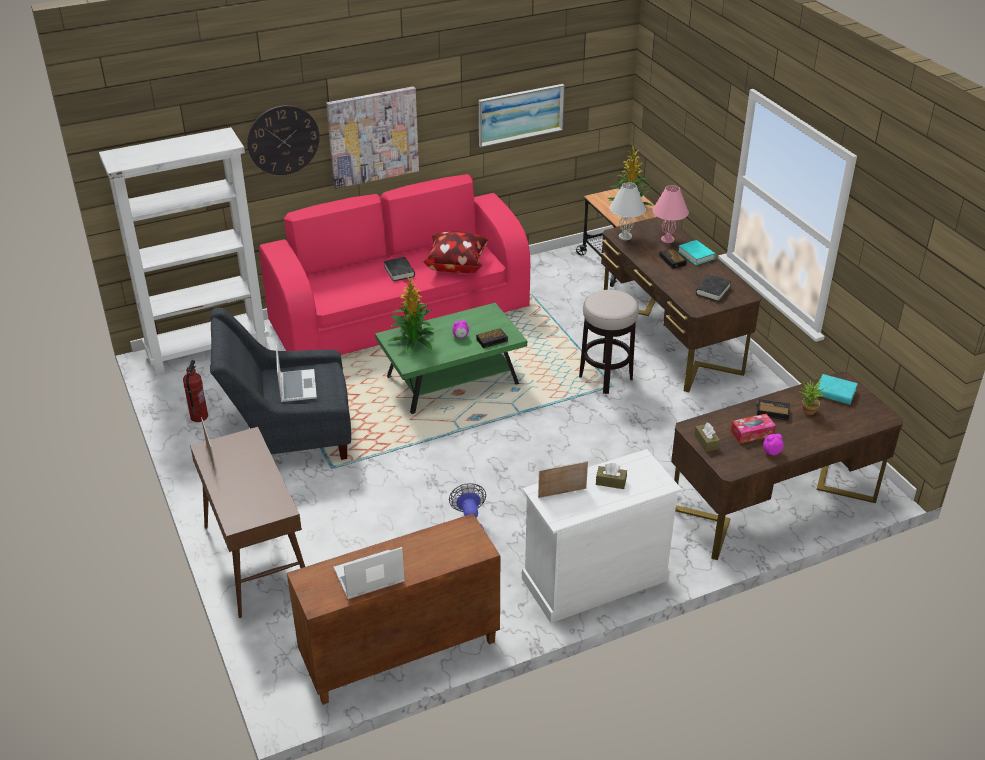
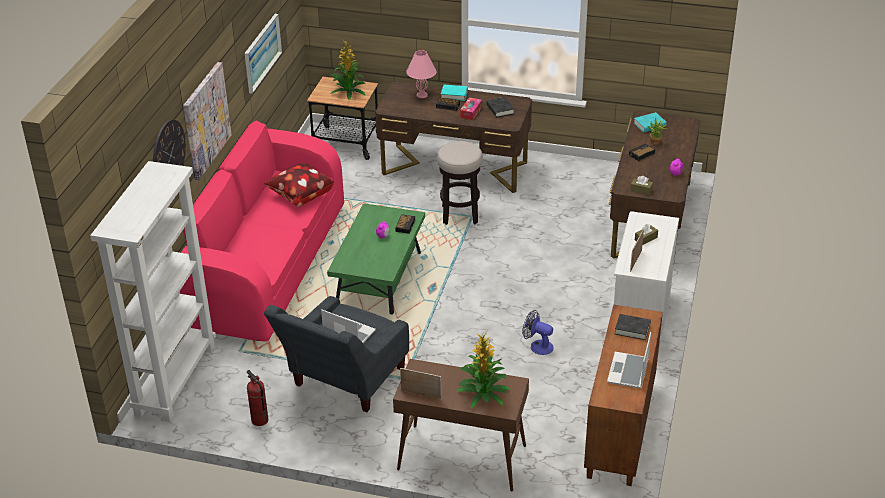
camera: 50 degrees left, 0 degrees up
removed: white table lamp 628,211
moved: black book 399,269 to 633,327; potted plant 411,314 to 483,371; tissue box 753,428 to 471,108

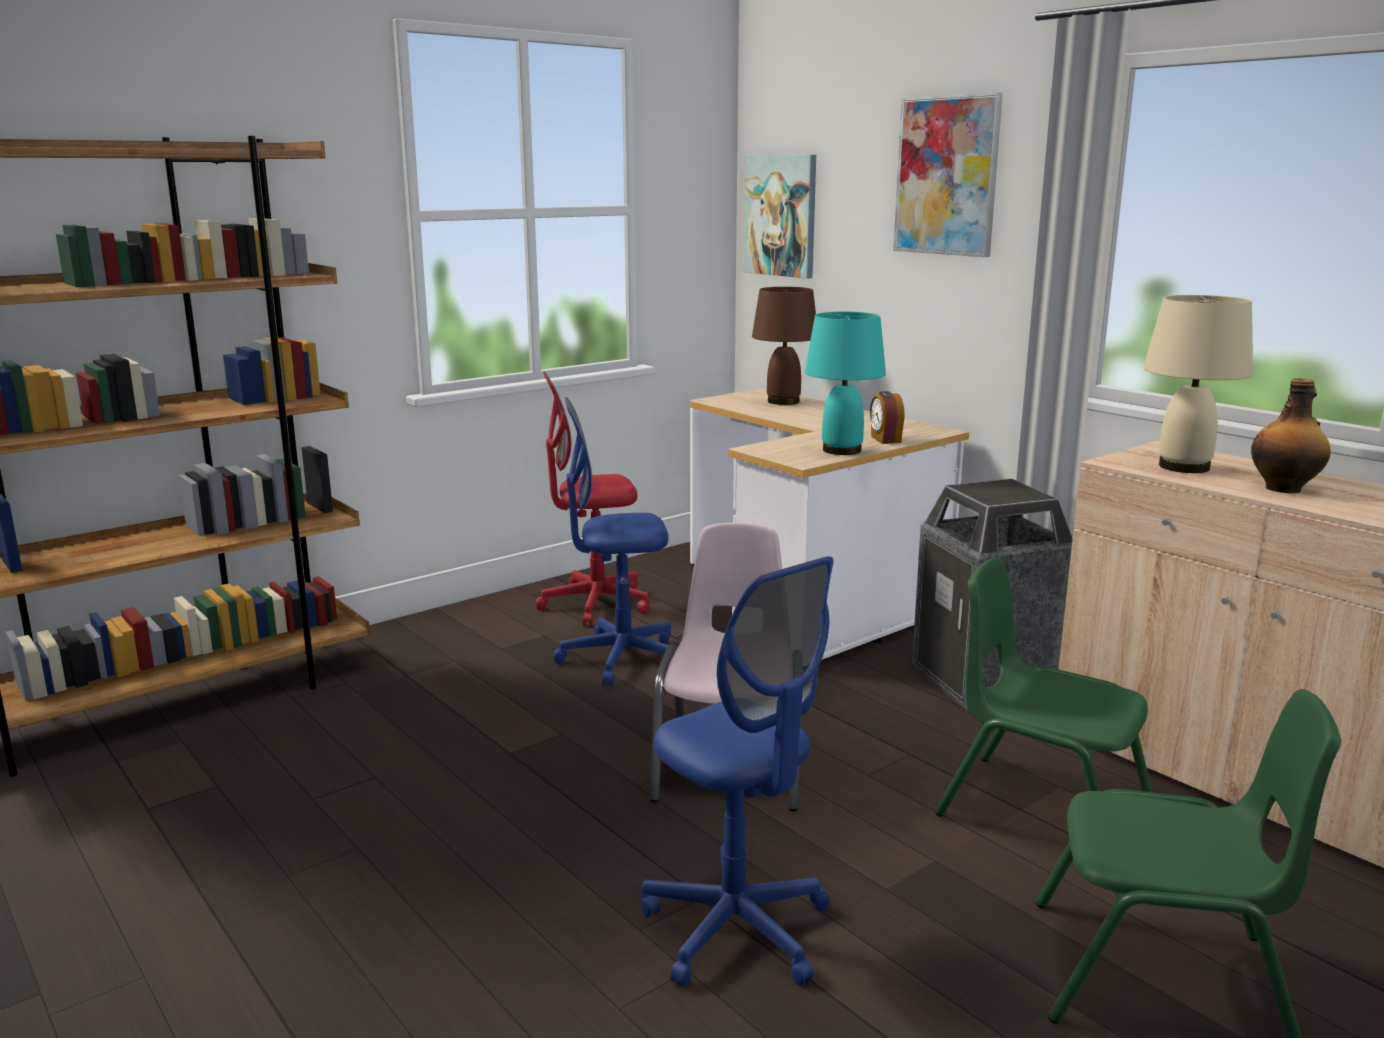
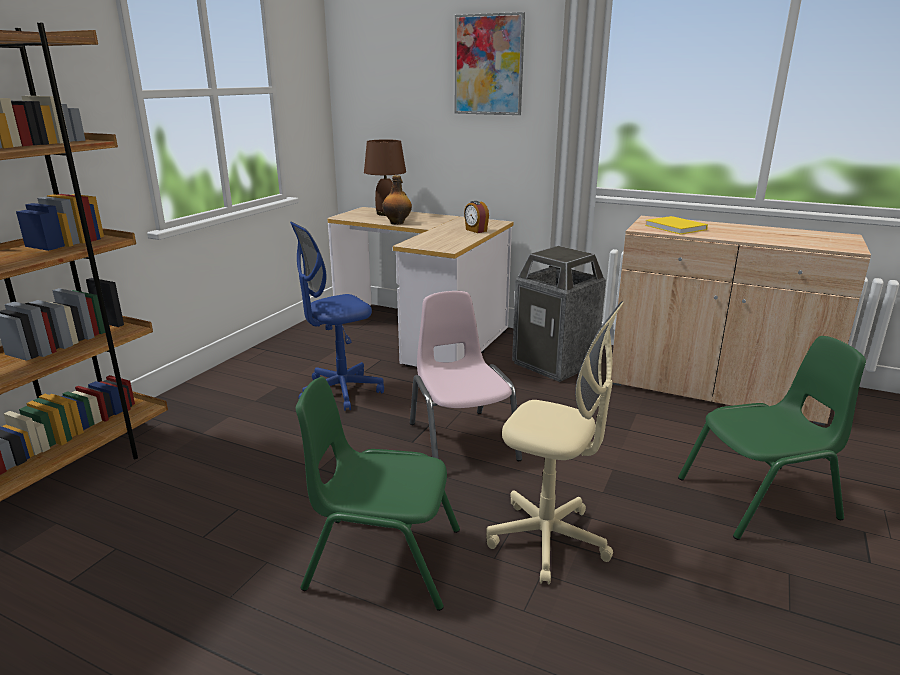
camera: 25 degrees left, 5 degrees up
removed: red office chair 592,498; picture 779,217; turquoise table lamp 845,383
moved: green chair 1044,687 to 378,494; bottle 1291,435 to 397,199
replaced: beige table lamp 1198,384 to yellow book 676,225
recoloured: blue office chair 737,771 to beige office chair 555,442

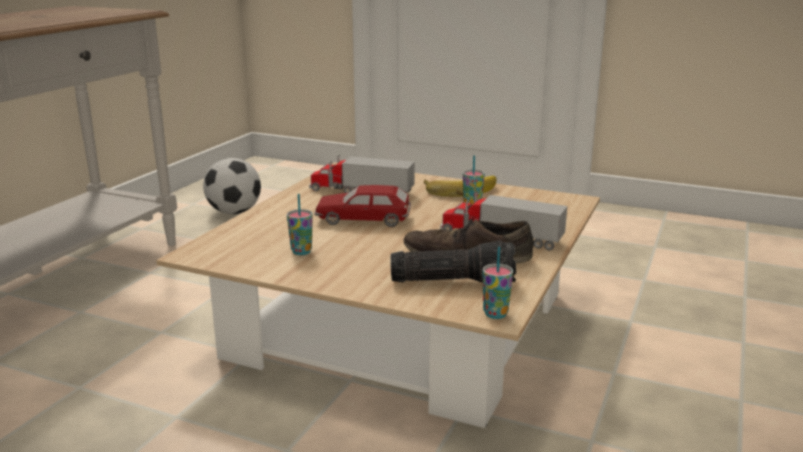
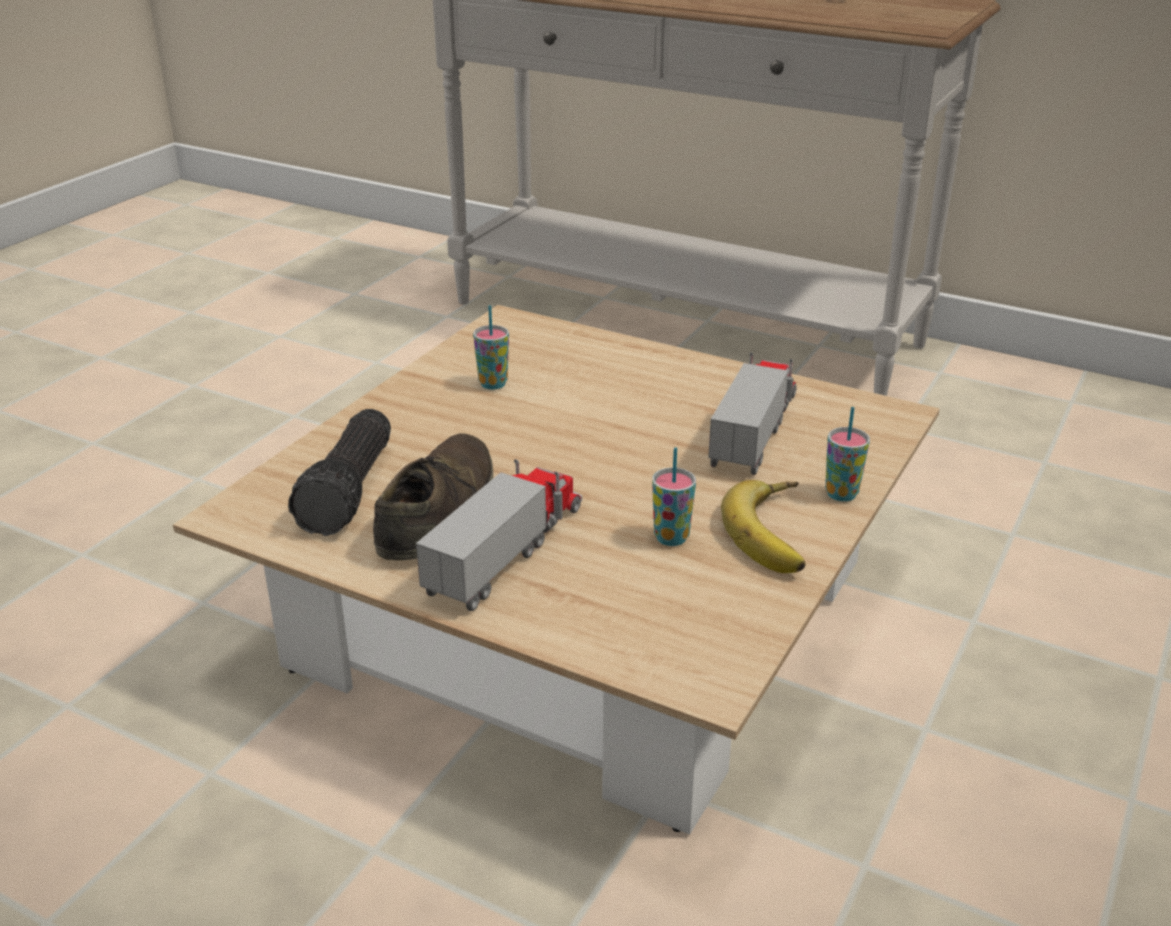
camera: 95 degrees right, 10 degrees up
removed: football 232,186; toy car 362,206
moved: cup 497,282 to 847,454

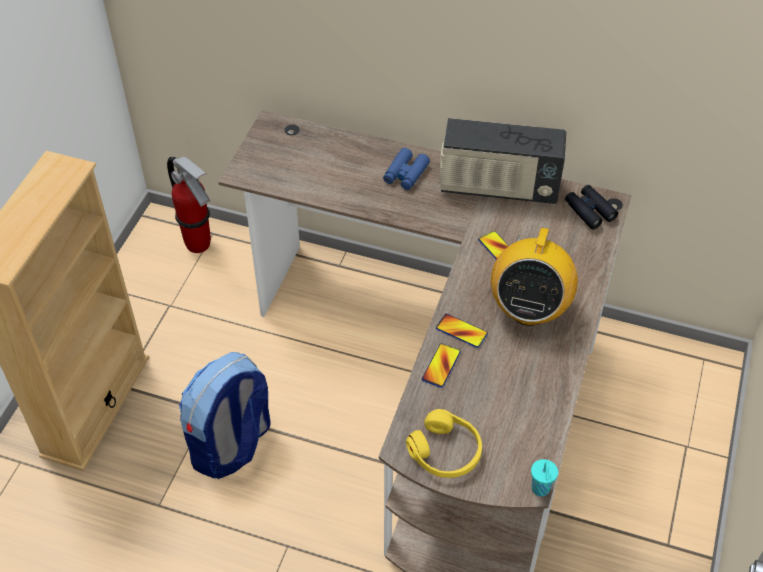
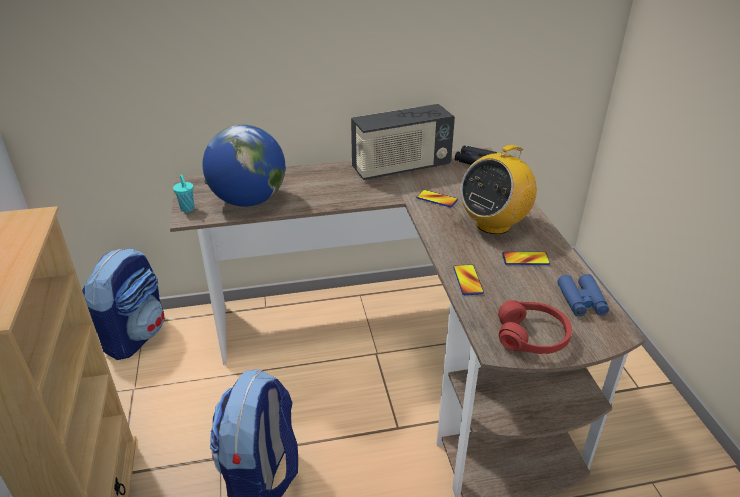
camera: 30 degrees left, 15 degrees down
added: globe 244,166
moved: blue binoculars 406,169 to 583,295; phone 462,331 to 526,258; turquoise cup 544,478 to 183,193
replaced: fire extinguisher 189,205 to backpack 123,304
recoloured: yellow headphones 444,443 to red headphones 535,327
turned: radio 534,273 = 499,189 60 degrees clockwise

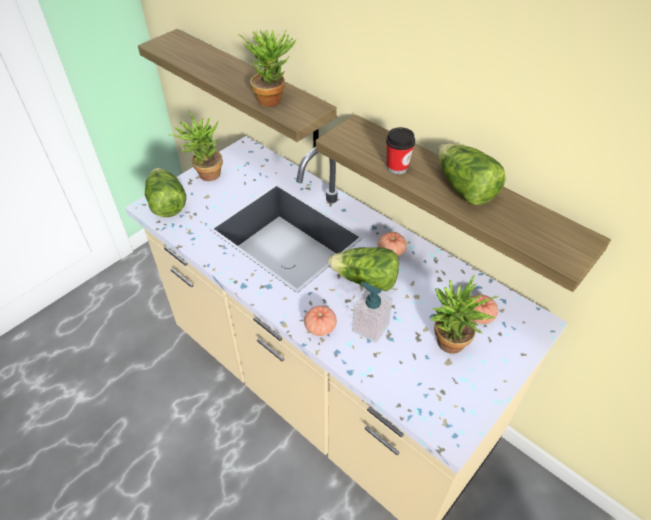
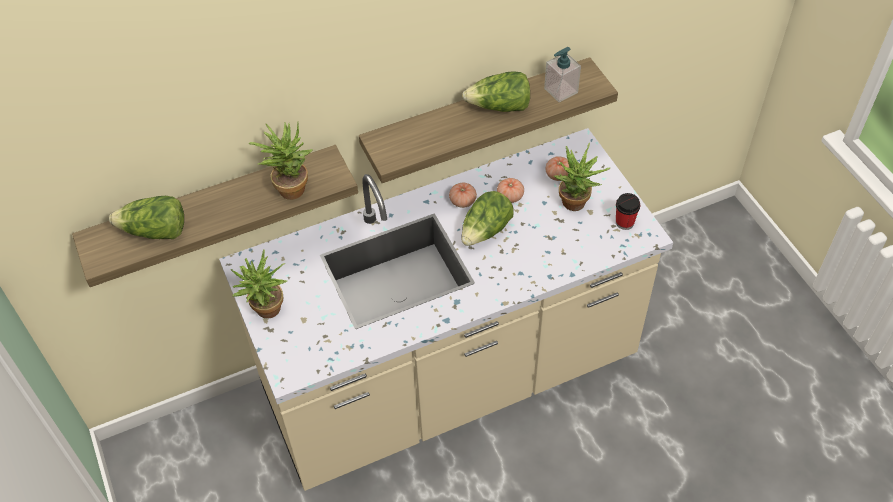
camera: 65 degrees left, 5 degrees up
moved: lettuce 165,192 to 146,217; tomato 320,321 to 510,190; soap dispenser 372,312 to 562,74; cup 400,150 to 628,211

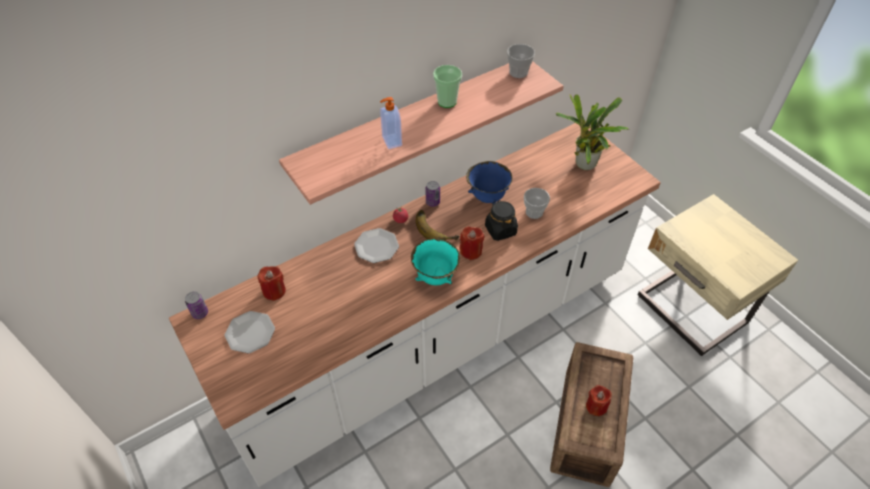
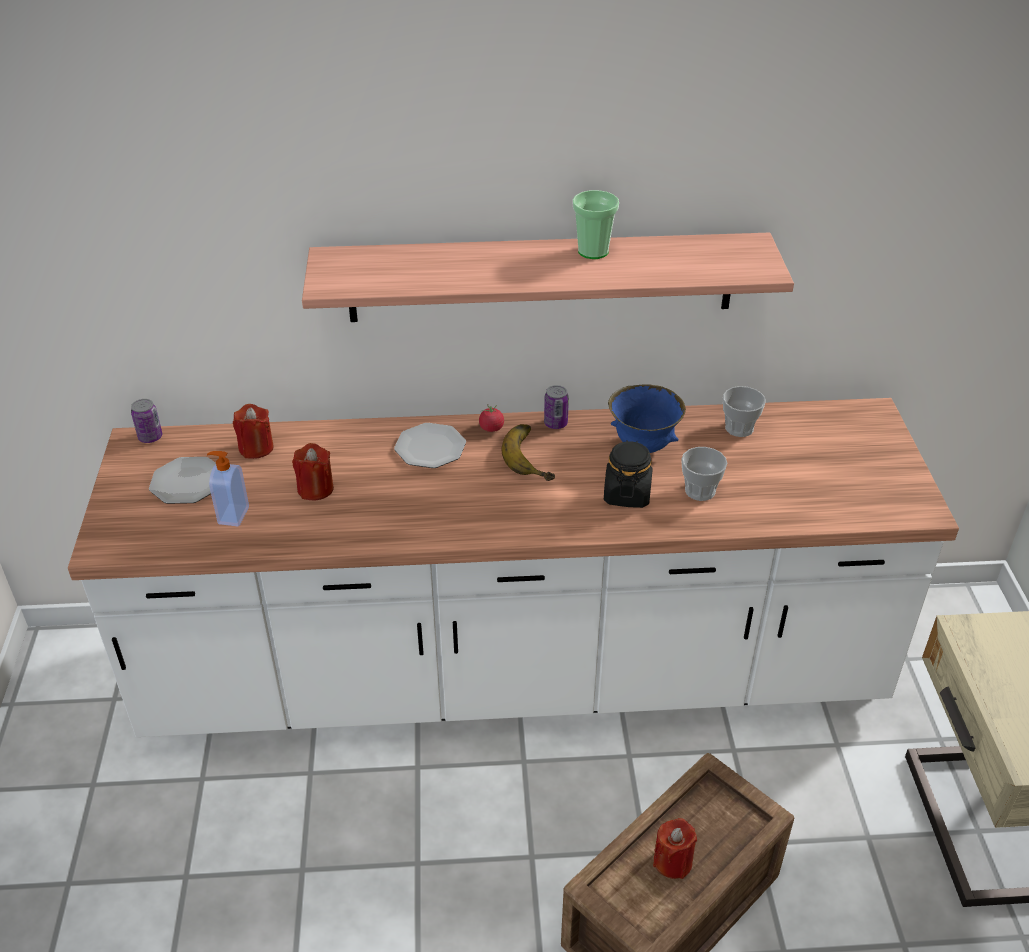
camera: 30 degrees right, 10 degrees down
removed: turquoise bowl 435,261; potted plant 592,132
moved: soap dispenser 391,123 to 228,489; red candle 471,243 to 313,472; cup 521,61 to 744,411

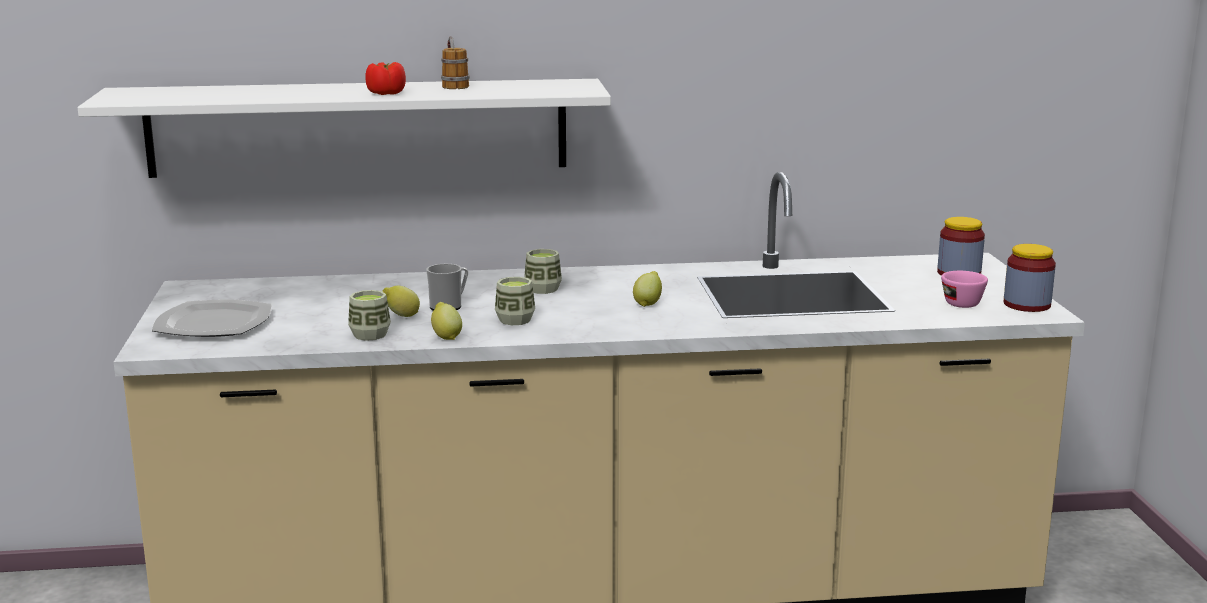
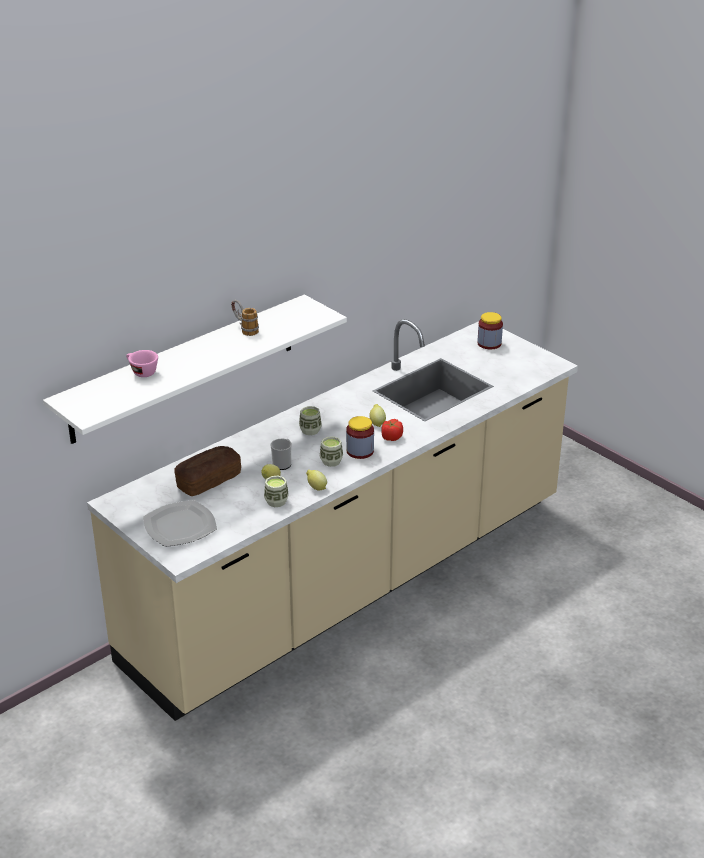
camera: 35 degrees left, 15 degrees up
added: bread 207,471
moved: tomato 385,78 to 392,430; pink cup 964,289 to 142,363; jar 1030,278 to 360,437

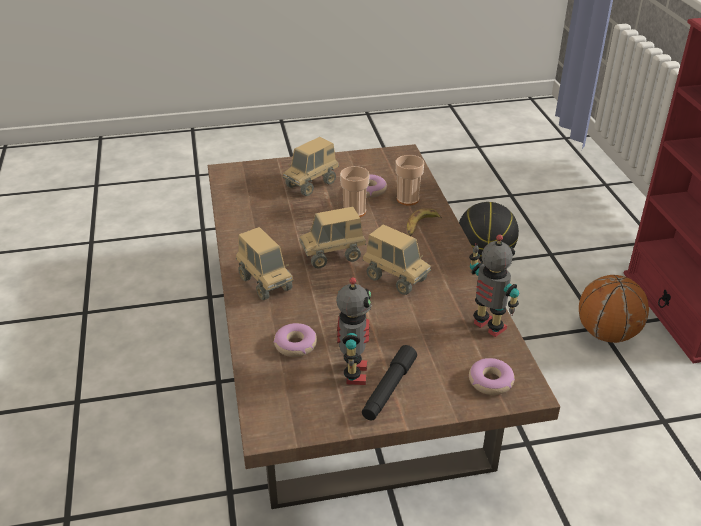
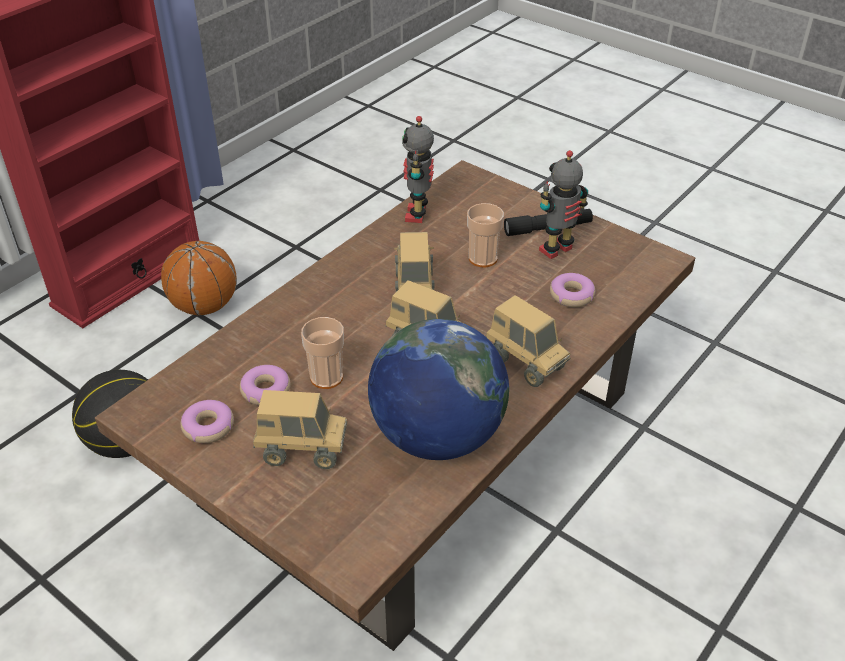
camera: 130 degrees left, 5 degrees up
removed: banana 424,222
added: globe 438,389
moved: cup 409,180 to 485,235; donut 492,376 to 207,421
turned: toy truck 265,263 = 528,341 120 degrees clockwise

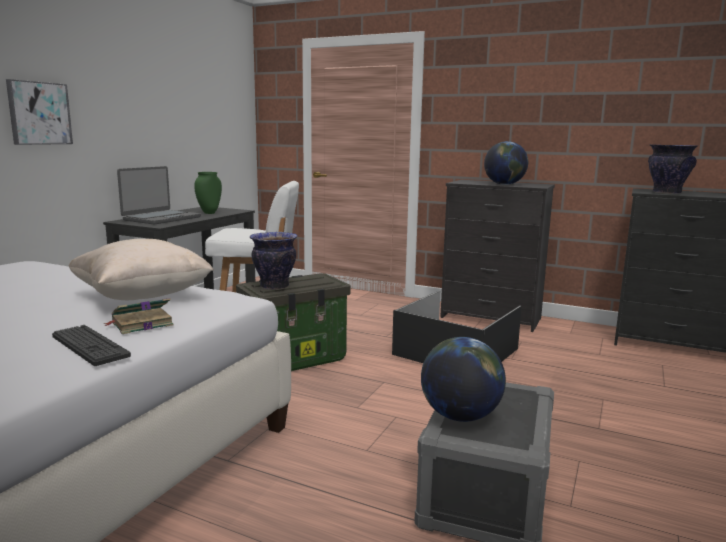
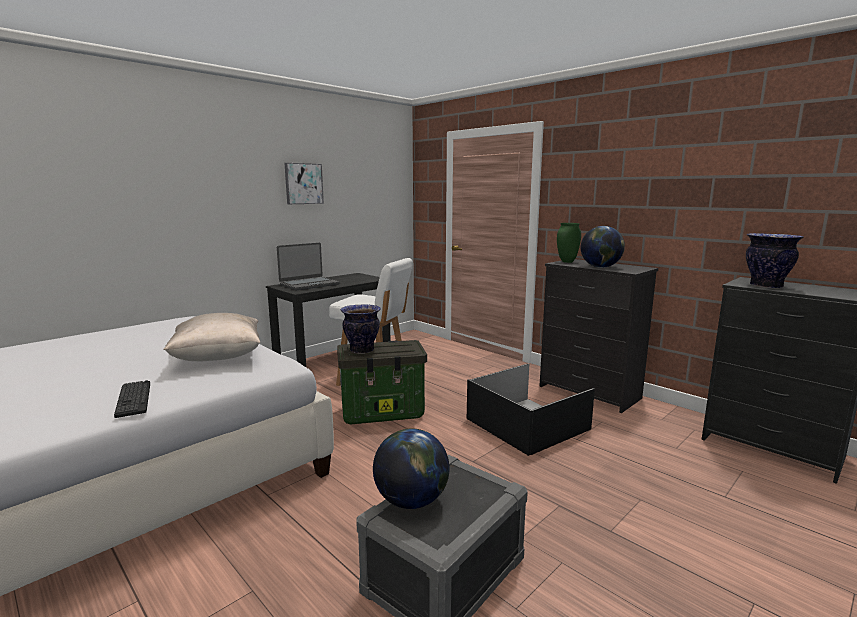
camera: 20 degrees right, 0 degrees up
removed: book 138,316
moved: picture 39,112 to 304,183; green vase 208,193 to 569,243

